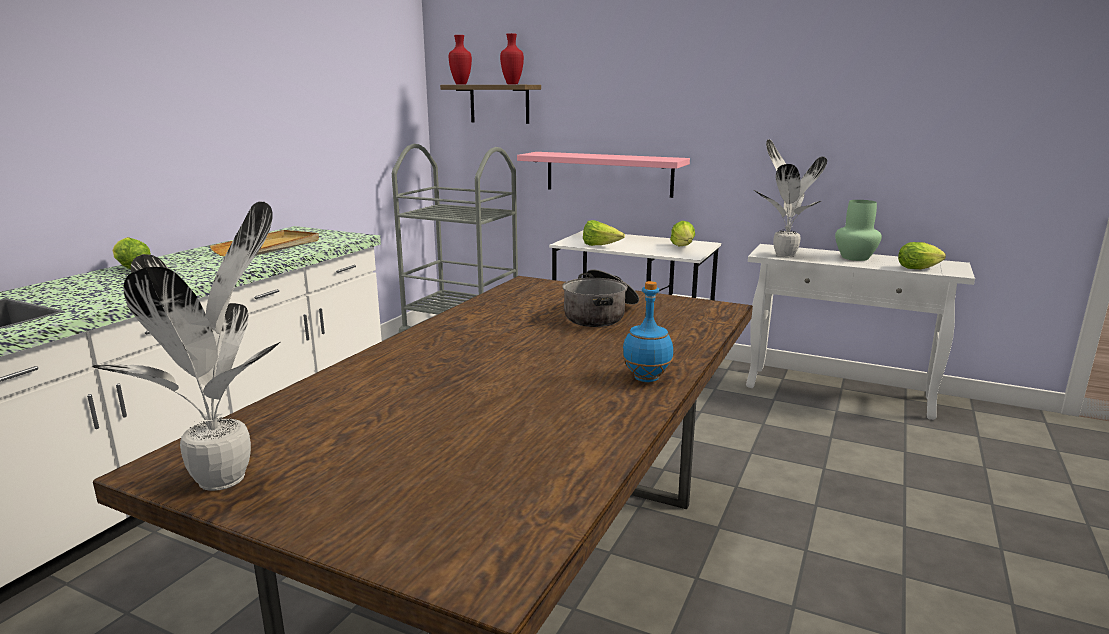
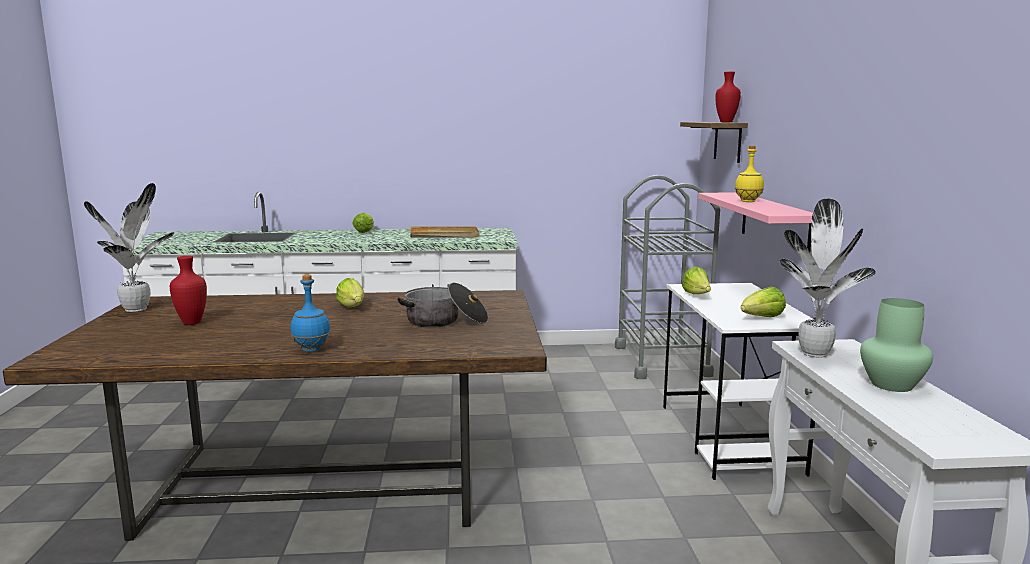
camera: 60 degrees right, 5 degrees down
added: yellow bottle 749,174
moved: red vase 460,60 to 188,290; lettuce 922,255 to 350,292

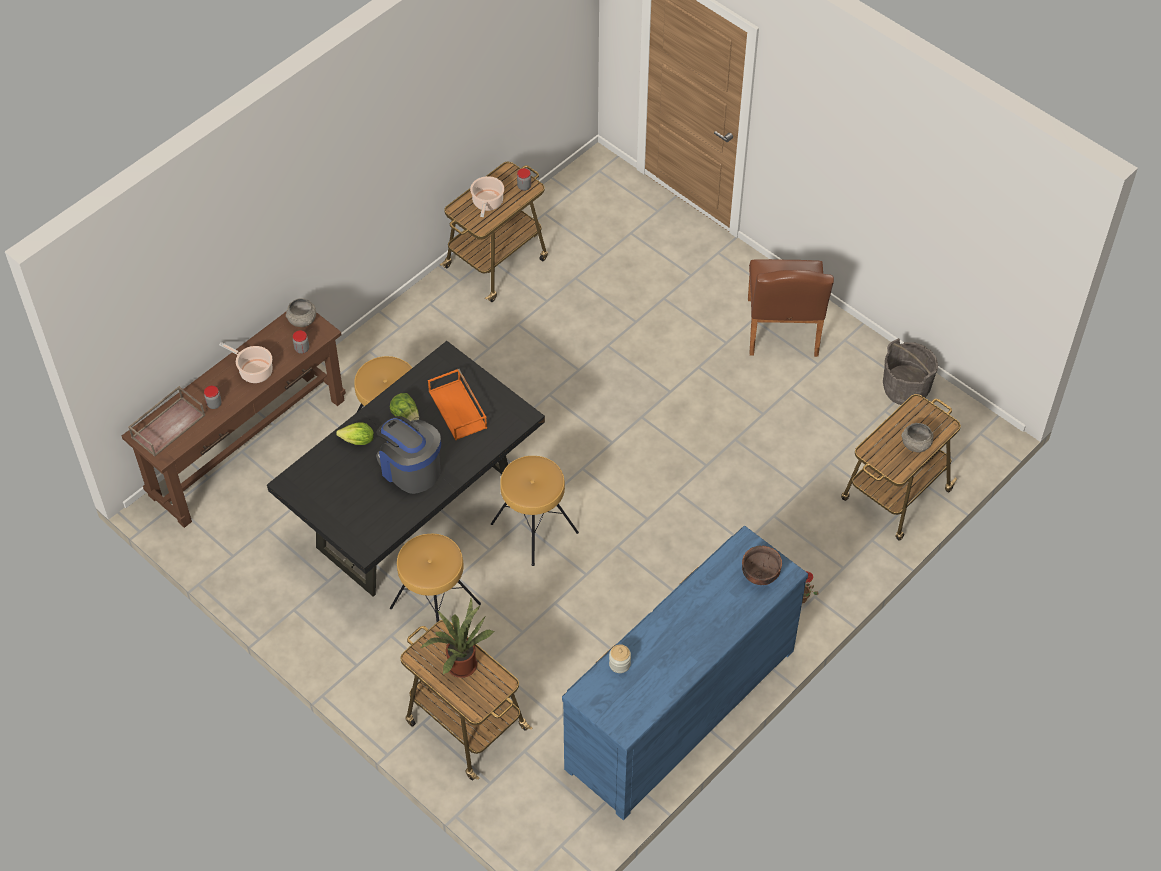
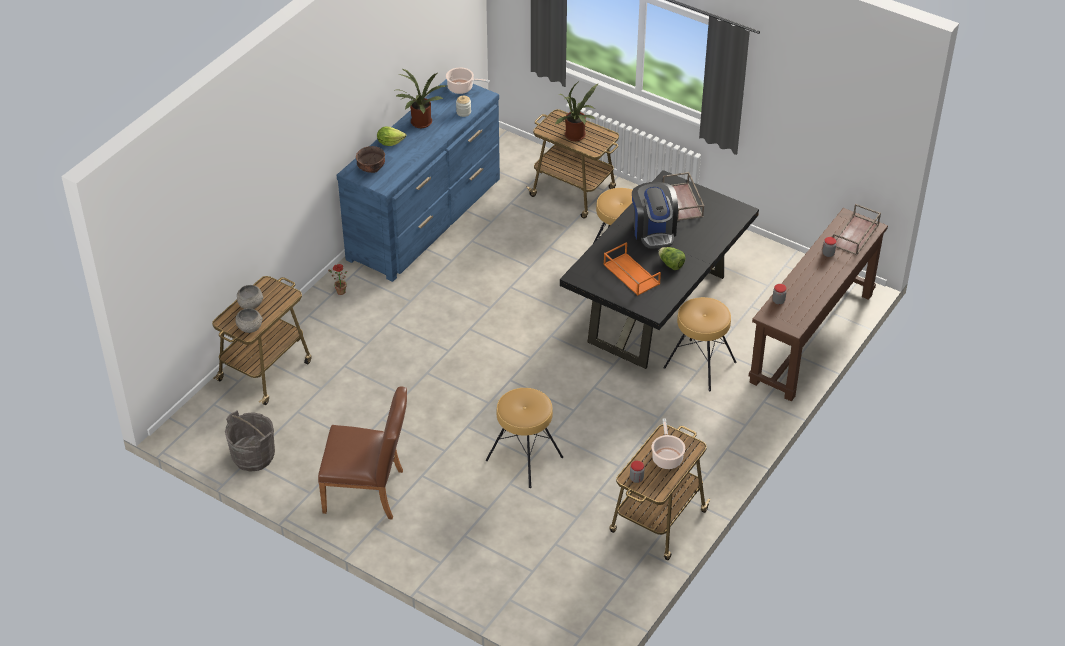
camera: 170 degrees right, 10 degrees down
added: potted plant 420,98; brown tray 683,196
moved: cooking pot 246,362 to 468,80; grey bowl 301,312 to 249,320; lettuce 355,434 to 391,136; brown stool 535,511 to 524,438
turned: coffee machine 408,455 = 655,215 45 degrees clockwise; brown chair 791,308 = 362,453 105 degrees clockwise

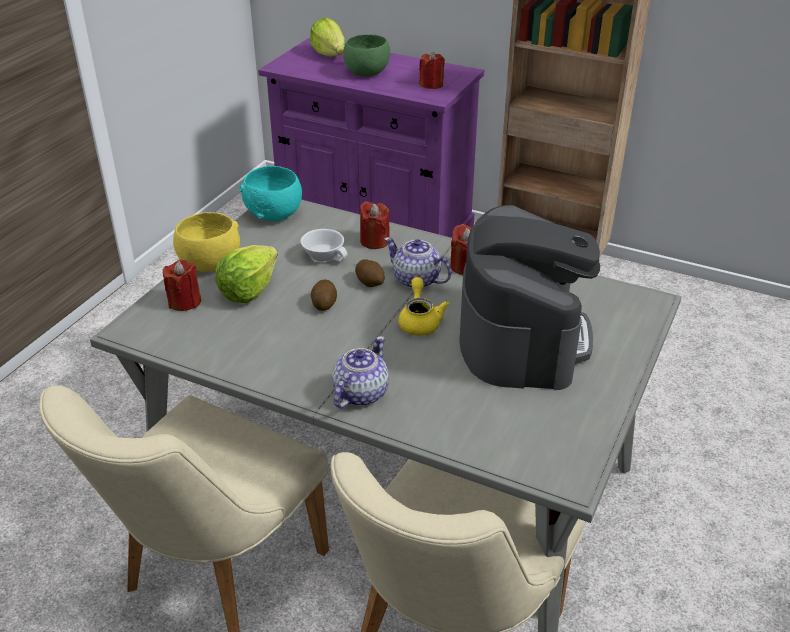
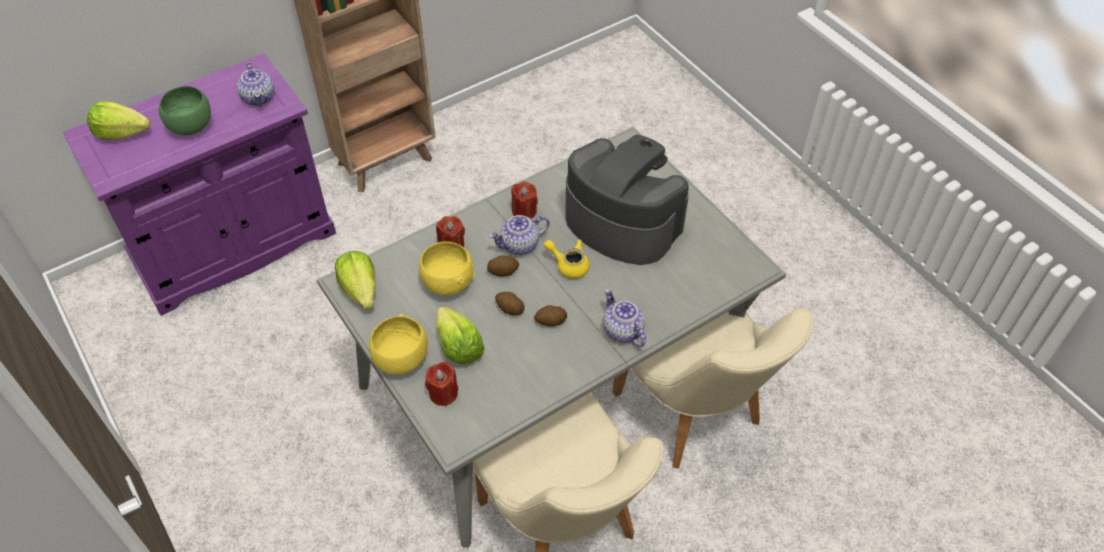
camera: 60 degrees left, 15 degrees up
added: potato 550,315
replaced: turquoise bowl 270,193 to lettuce 355,280; white cup 324,246 to yellow bowl 447,268; red candle 432,70 to teapot 255,84

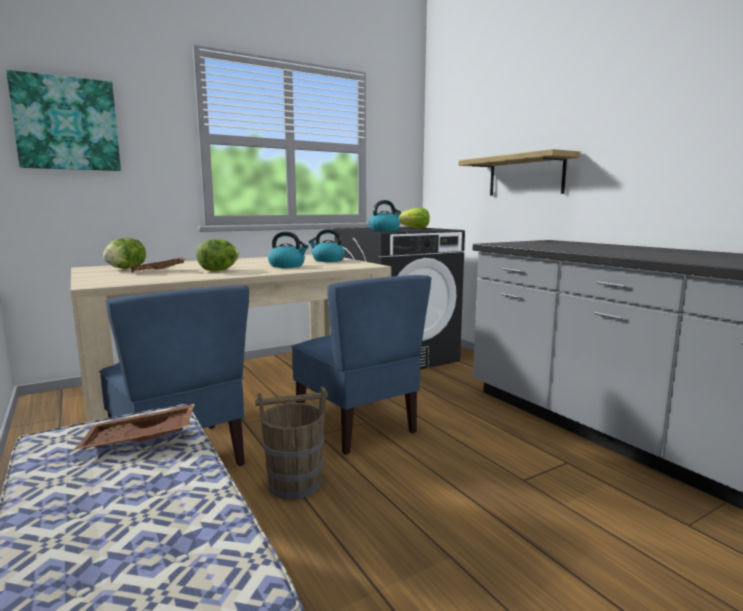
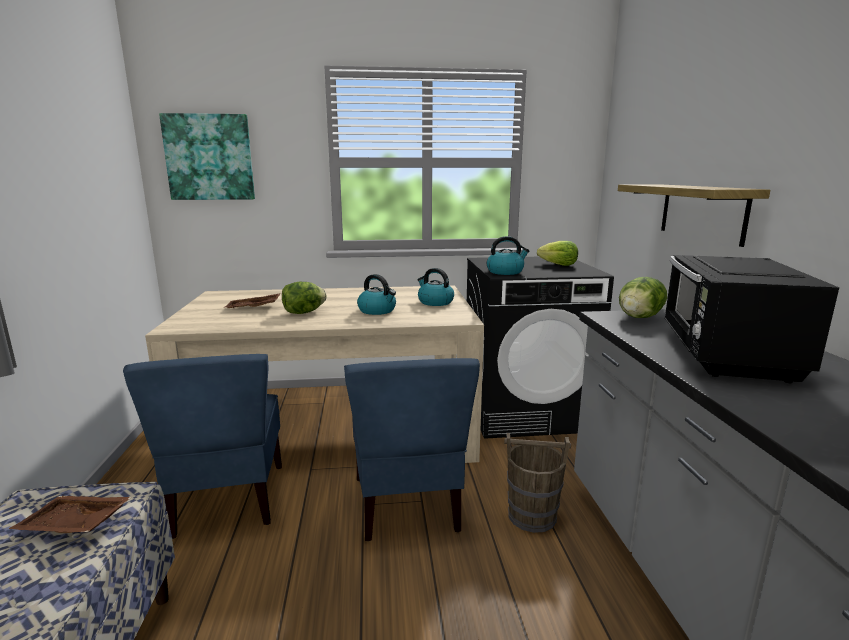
camera: 25 degrees right, 5 degrees up
added: black microwave 751,319
moved: lettuce 124,253 to 643,297; brown bucket 291,443 to 537,483

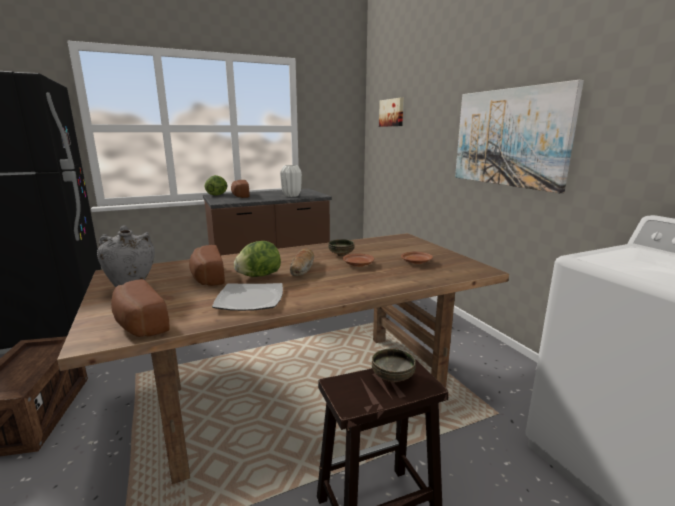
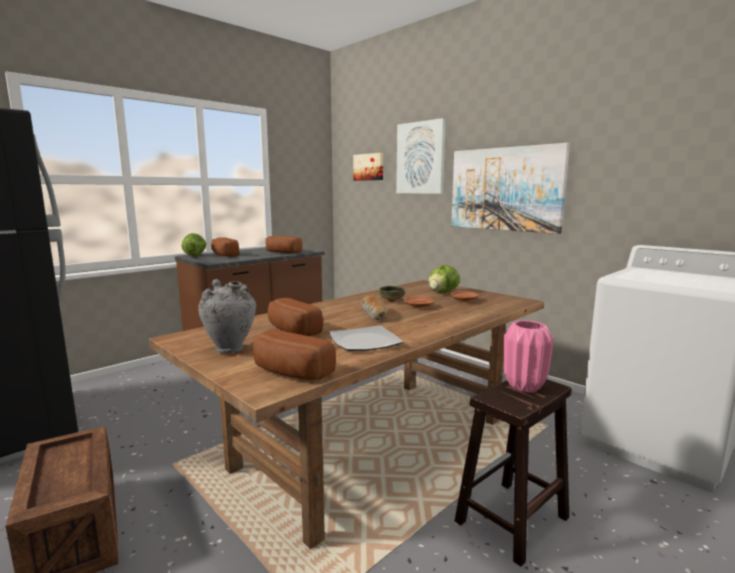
camera: 20 degrees left, 5 degrees down
added: picture 421,156
moved: lettuce 257,259 to 444,279
replaced: white vase 291,181 to bread 284,244; bowl 394,365 to pink vase 529,356

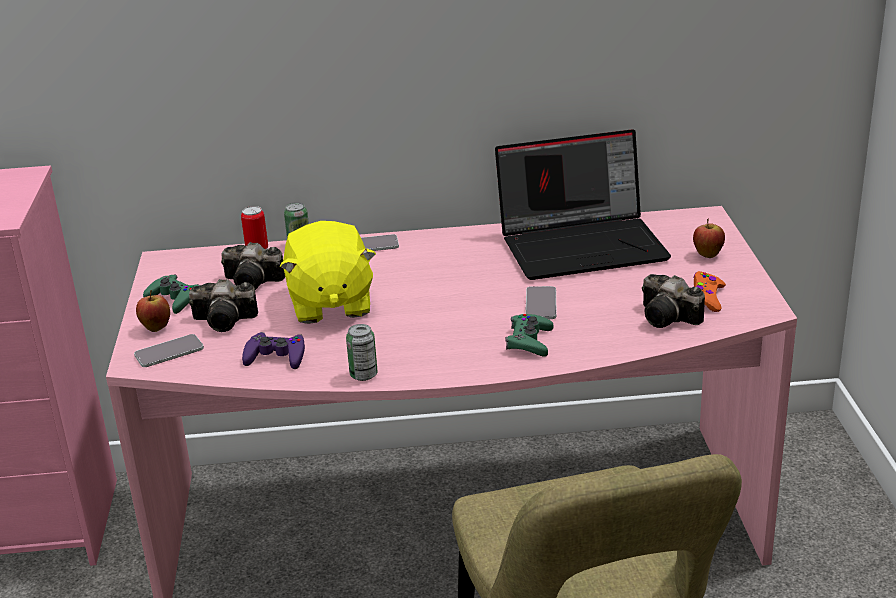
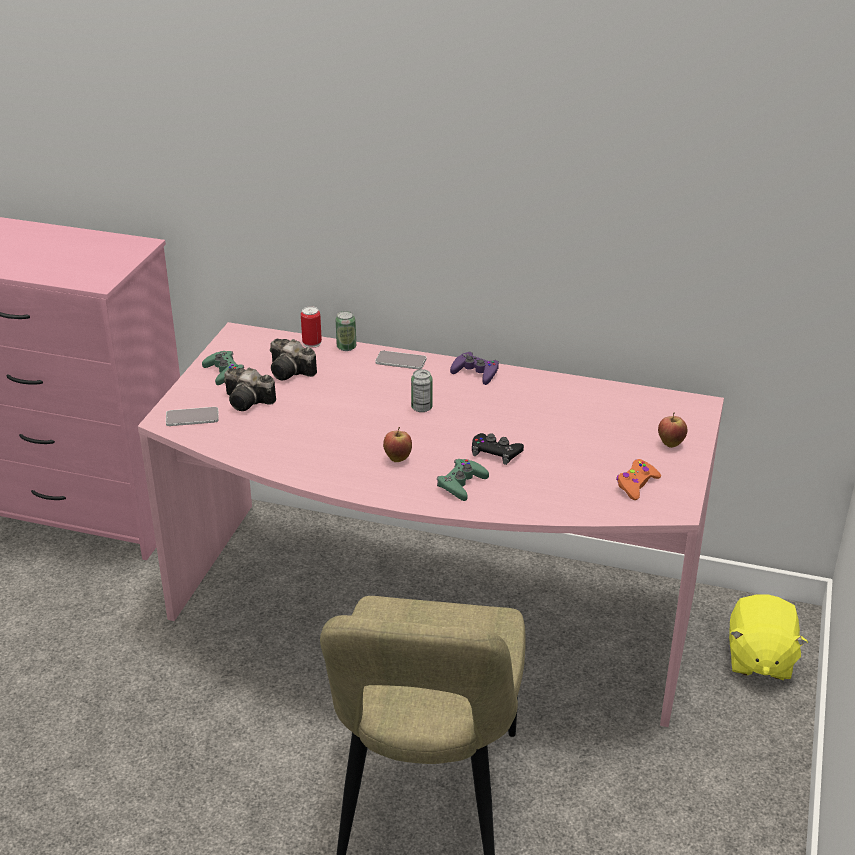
camera: 20 degrees right, 5 degrees up
removed: laptop 583,204; photo camera 673,301
moved: apple 153,311 to 397,444; purple game controller 273,350 to 474,368; yellow plush toy 328,272 to 768,637; can 361,352 to 422,390
replaced: phone 541,302 to black game controller 498,449

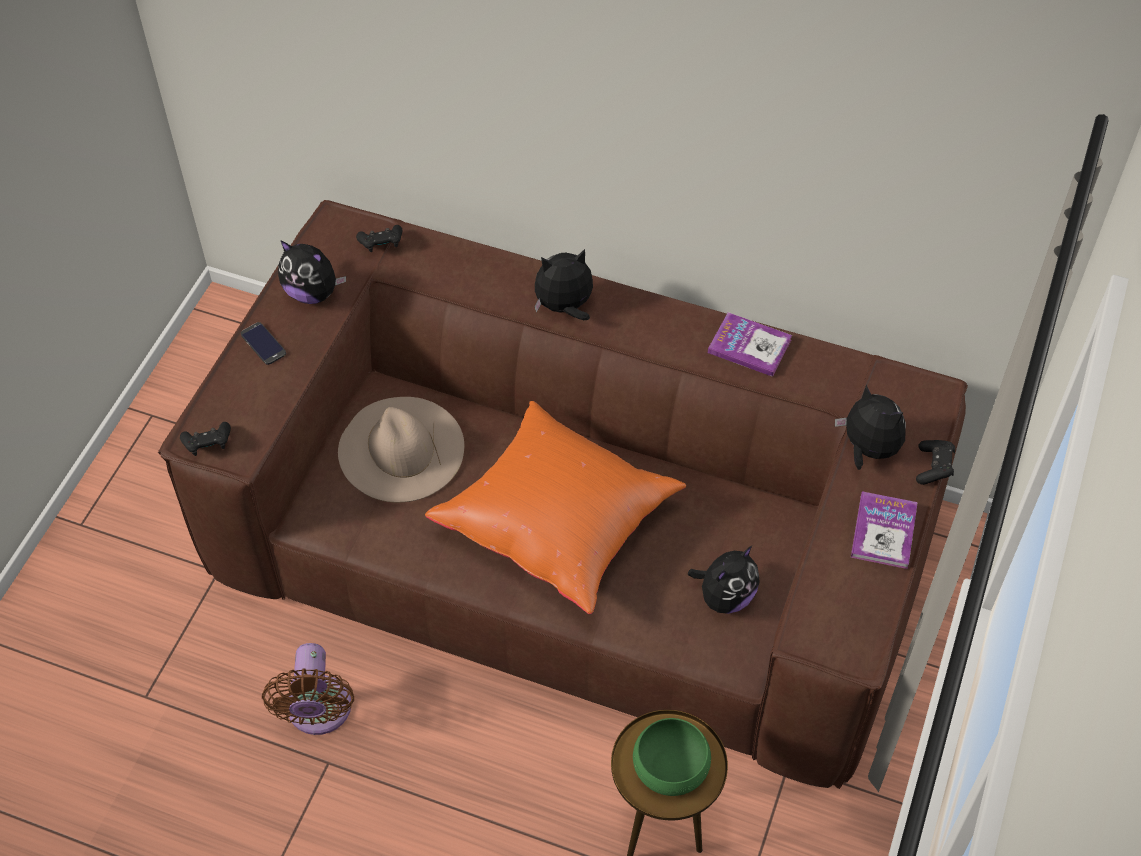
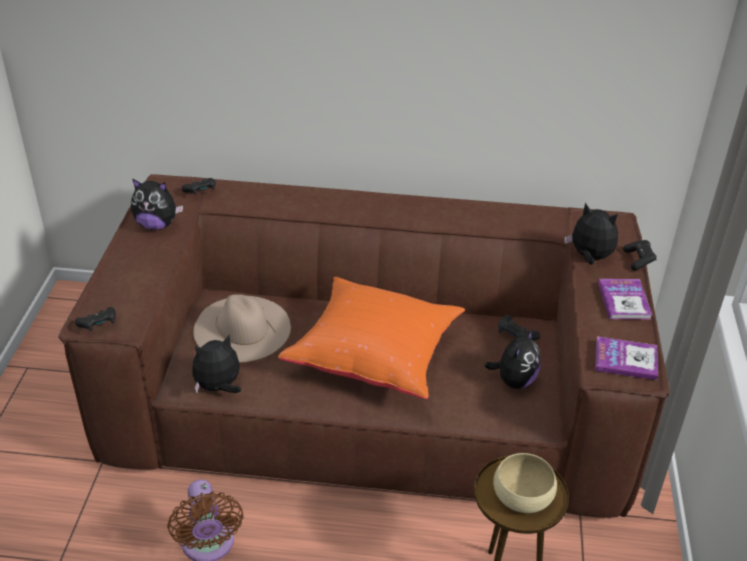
camera: 15 degrees left, 15 degrees down
removed: phone 263,343
added: black game controller 519,328
moved: plush toy 563,284 to 216,363; book 750,344 to 626,358
recoloured: green bowl 672,757 to beige bowl 525,483

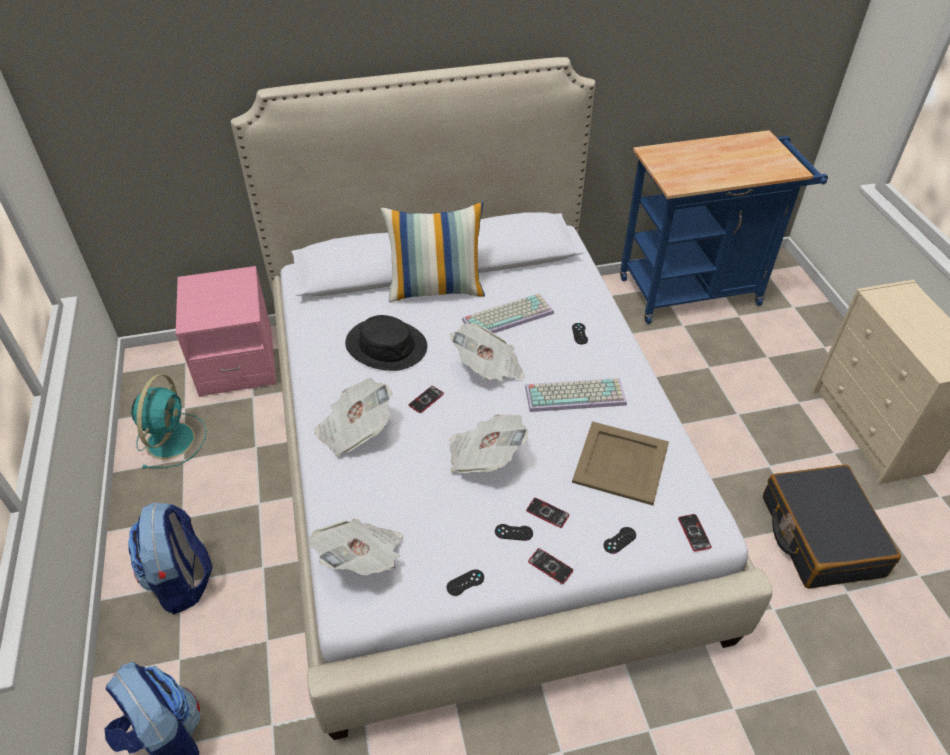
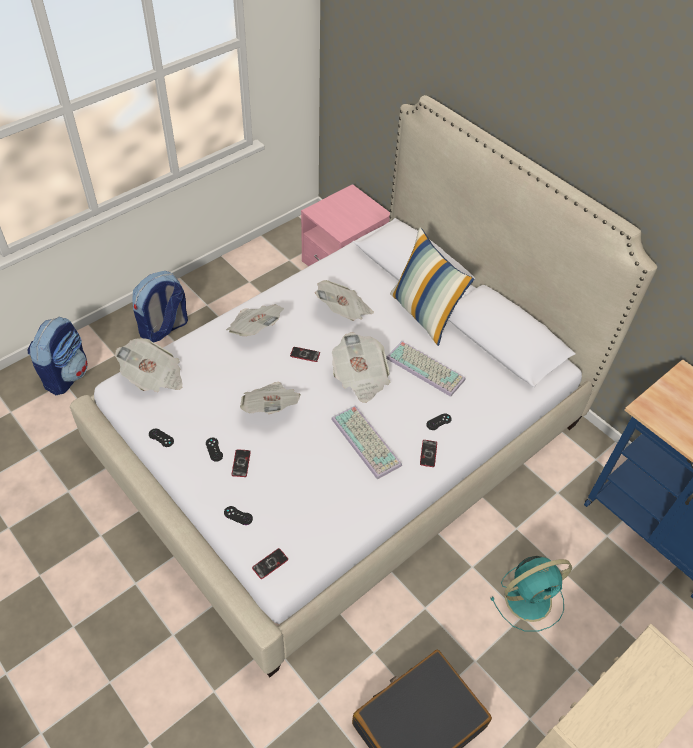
camera: 60 degrees right, 5 degrees up
removed: beige tray 620,463
moved: turquoise fan 169,421 to 531,594; phone 550,566 to 428,453
replaced: black hat 386,343 to newspaper 344,300

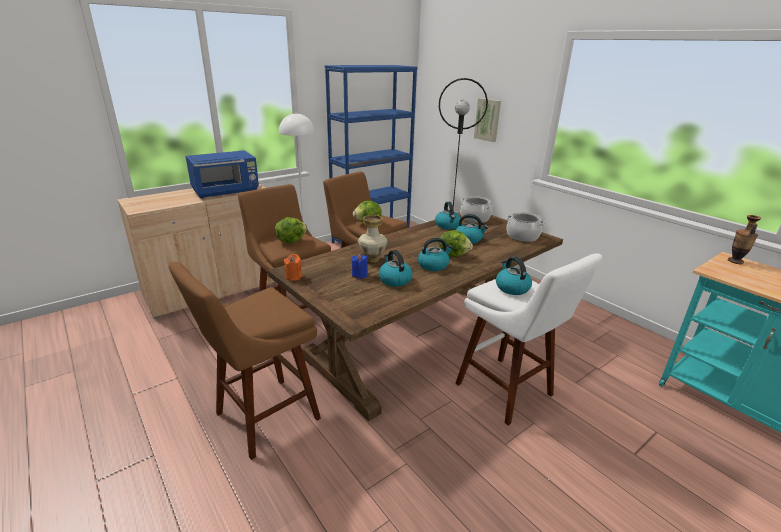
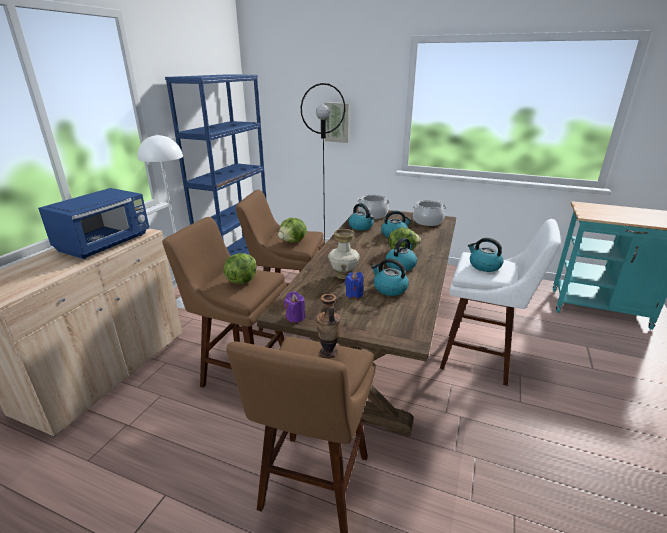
camera: 30 degrees left, 0 degrees up
moved: vase 744,239 to 328,326
recoloured: orange candle 293,267 to purple candle 294,307

